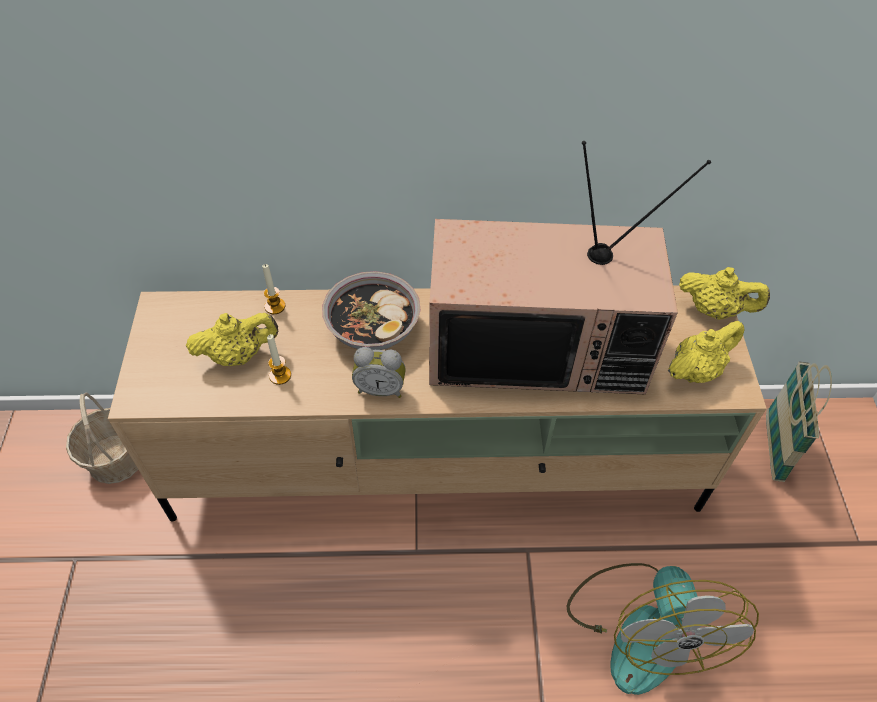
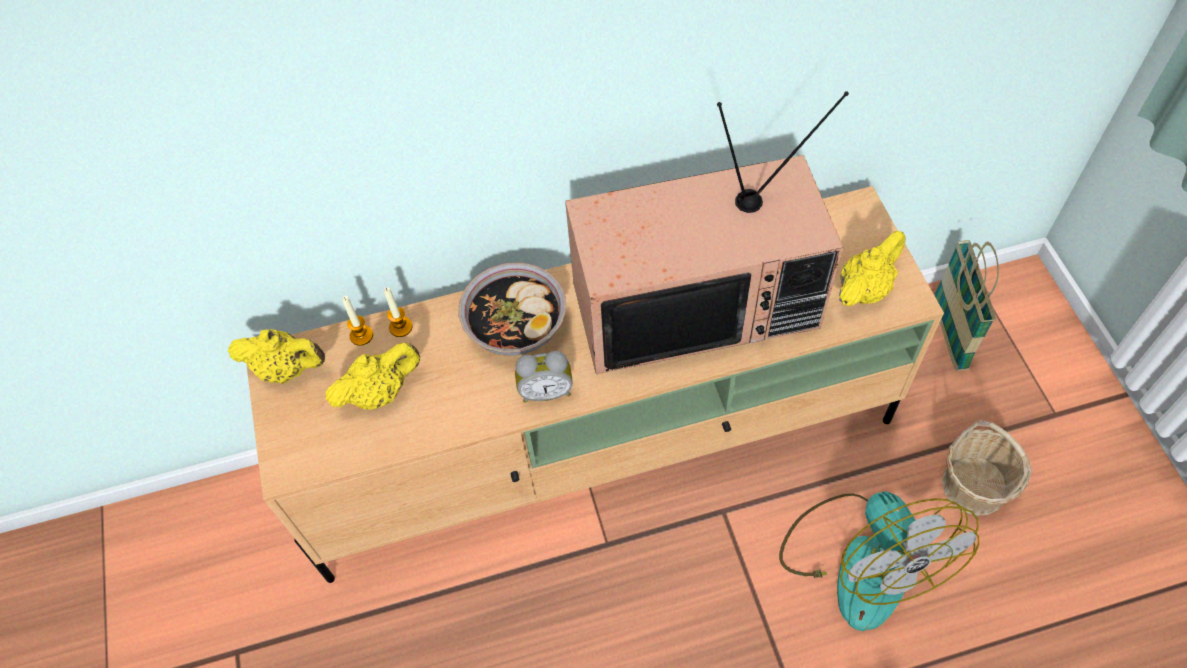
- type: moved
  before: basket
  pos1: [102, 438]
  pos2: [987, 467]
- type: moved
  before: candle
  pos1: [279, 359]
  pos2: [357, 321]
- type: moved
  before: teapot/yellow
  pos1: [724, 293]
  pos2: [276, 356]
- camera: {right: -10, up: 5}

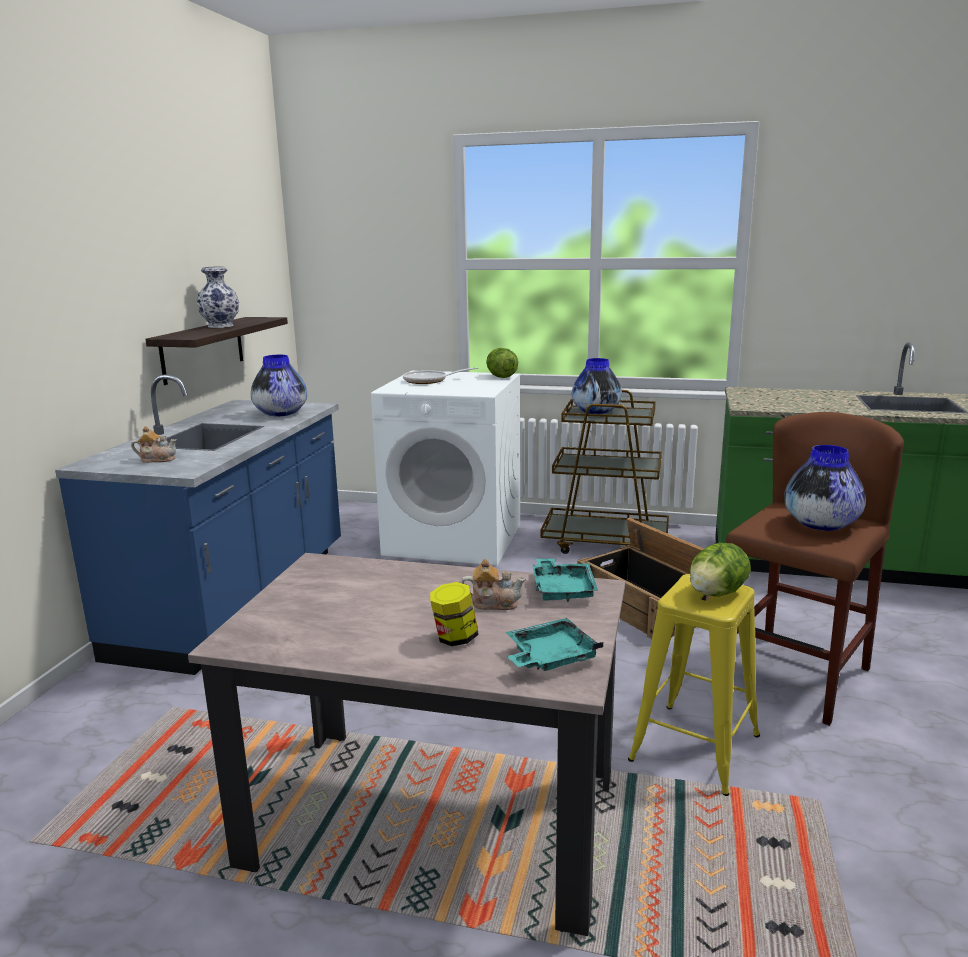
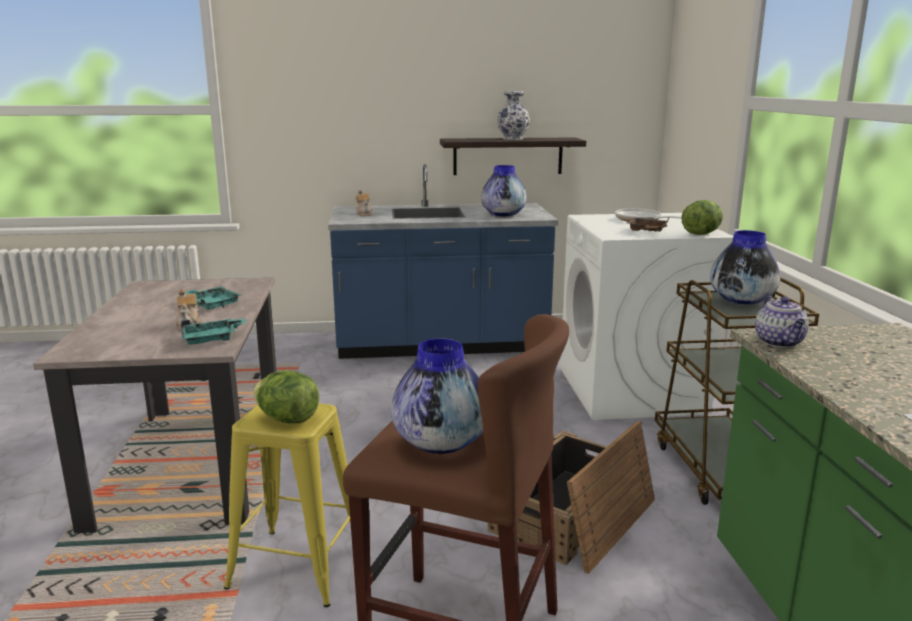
- type: removed
  before: jar
  pos1: [454, 614]
- type: added
  after: tray/brown
  pos2: [648, 225]
- type: added
  after: teapot
  pos2: [782, 322]
- type: moved
  before: tray/turquoise
  pos1: [554, 644]
  pos2: [213, 298]
- camera: {right: 70, up: 0}

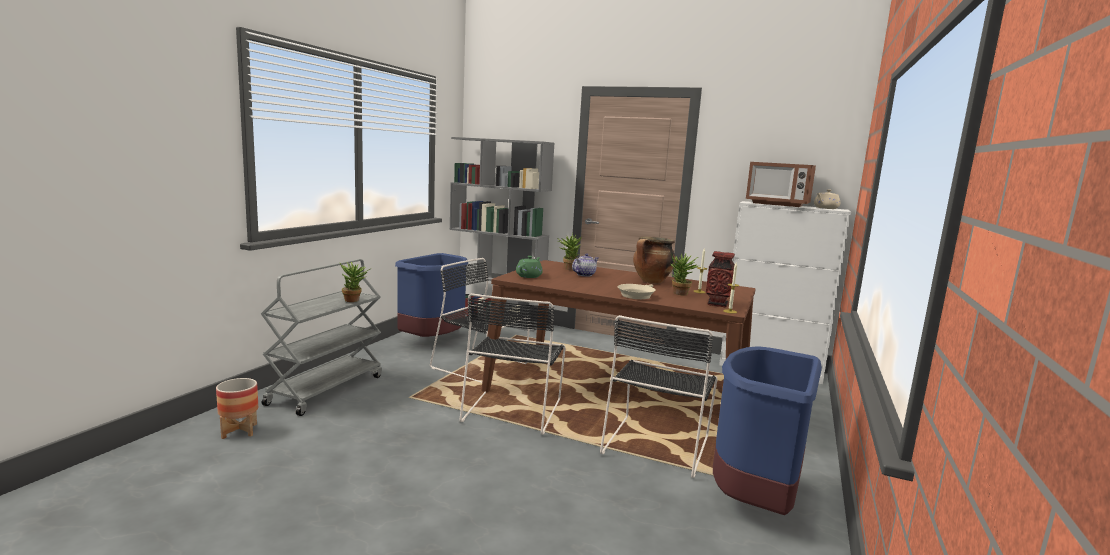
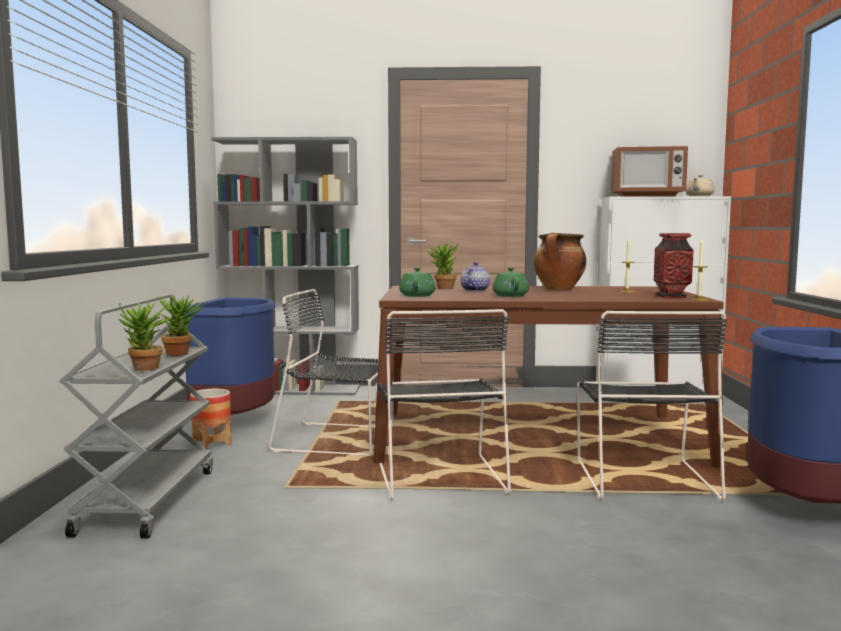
- type: removed
  before: frying pan/beige
  pos1: [637, 291]
- type: added
  after: teapot/green
  pos2: [511, 282]
- type: moved
  before: planter
  pos1: [237, 408]
  pos2: [211, 419]
- type: moved
  before: potted plant
  pos1: [684, 274]
  pos2: [144, 336]
- camera: {right: -20, up: -5}

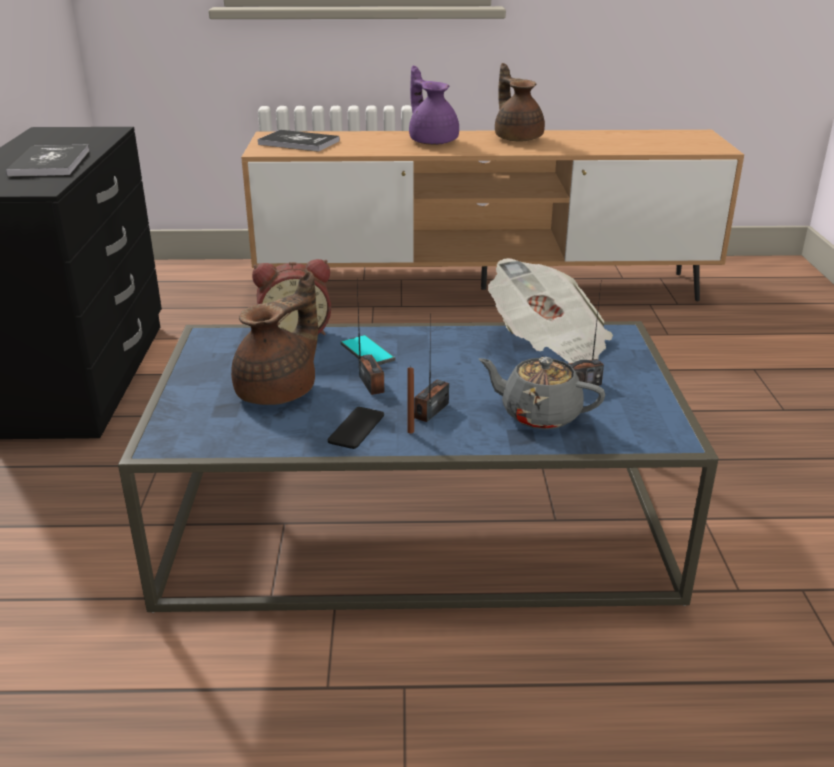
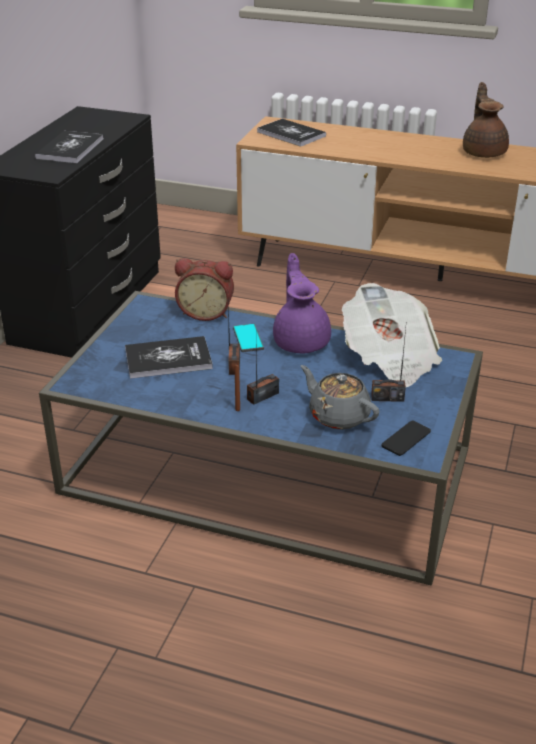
- type: moved
  before: phone
  pos1: [356, 428]
  pos2: [406, 438]
- type: moved
  before: teapot/purple
  pos1: [434, 105]
  pos2: [302, 303]
- type: replaced
  before: teapot/brown
  after: book
  pos1: [274, 338]
  pos2: [169, 357]
- camera: {right: 20, up: 5}

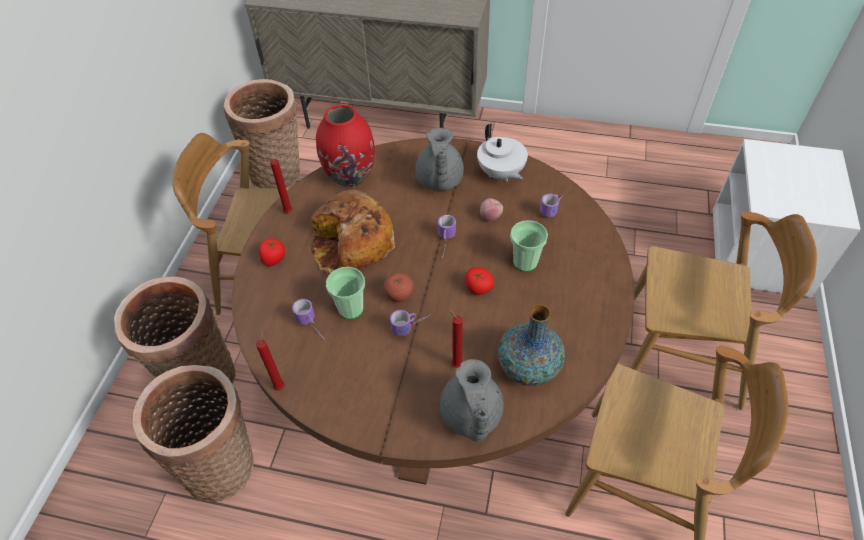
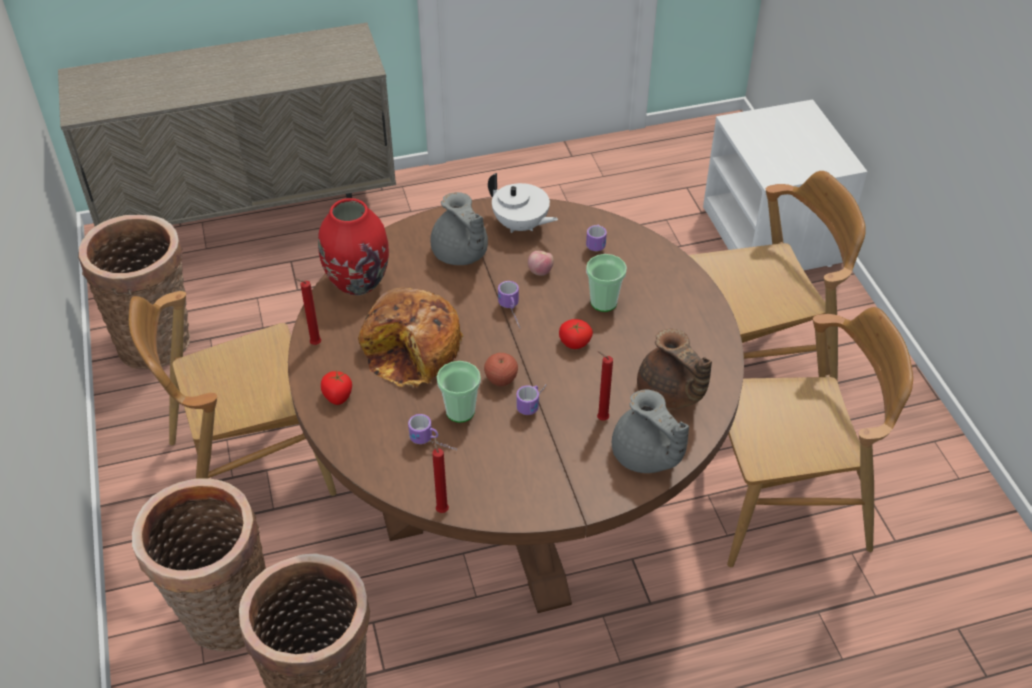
- type: replaced
  before: vase
  after: teapot/brown
  pos1: [531, 345]
  pos2: [674, 369]
- camera: {right: -30, up: -5}

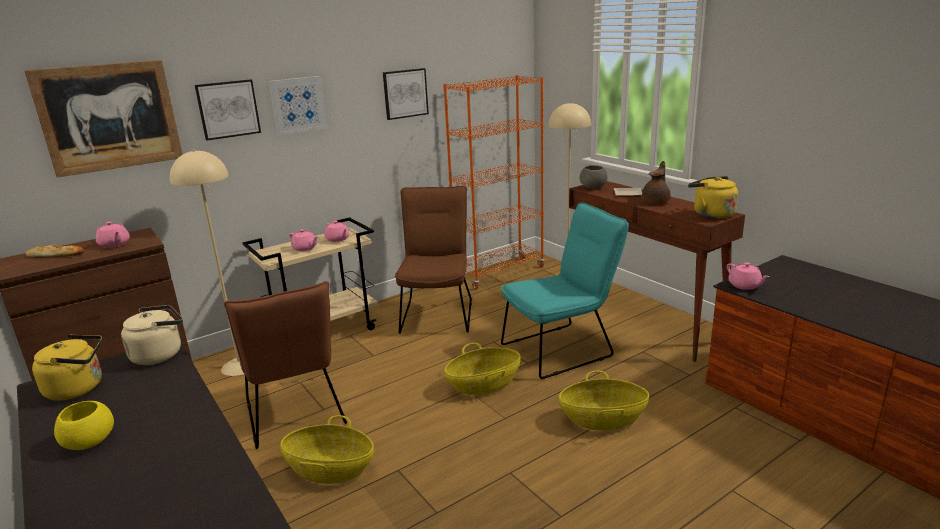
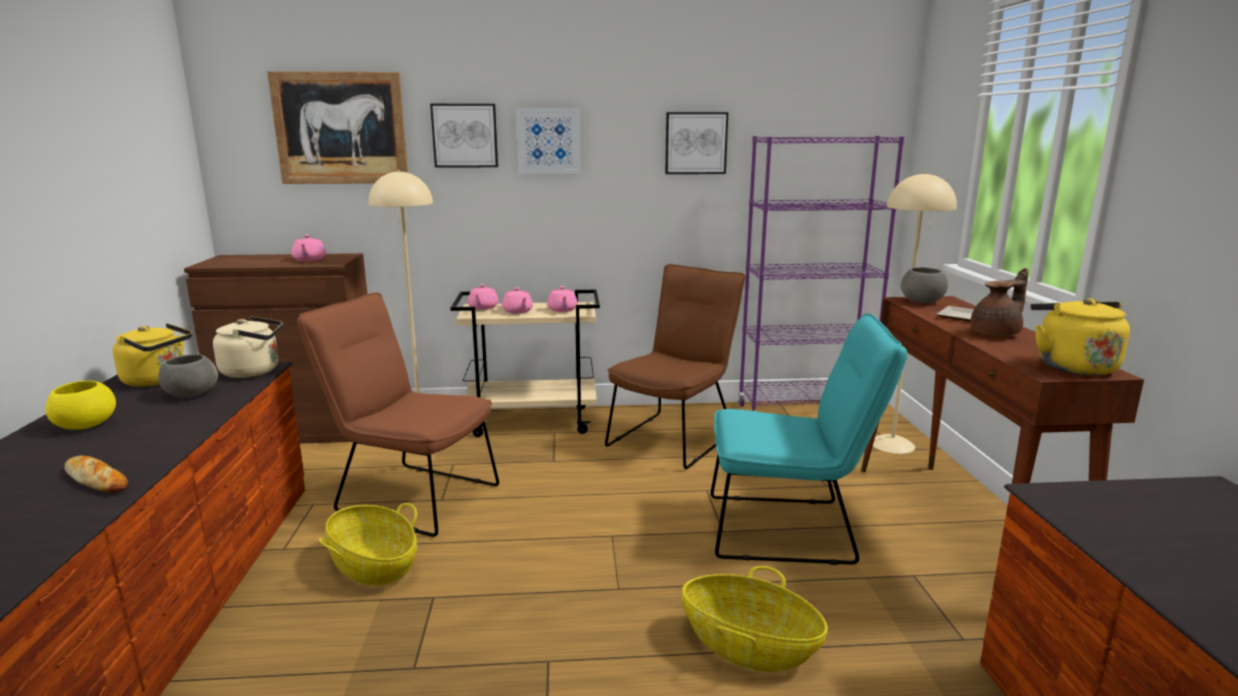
- type: removed
  before: basket
  pos1: [482, 369]
- type: added
  after: bowl/grey
  pos2: [188, 376]
- type: moved
  before: bread
  pos1: [54, 251]
  pos2: [96, 473]
- type: moved
  before: teapot/pink
  pos1: [748, 276]
  pos2: [483, 297]
- type: recoloured
  before: bookcase/orange
  after: bookcase/purple
  pos1: [494, 182]
  pos2: [821, 274]
- type: turned
  before: chair/brown
  pos1: [285, 365]
  pos2: [398, 415]
  turn: 105
- camera: {right: 30, up: -5}

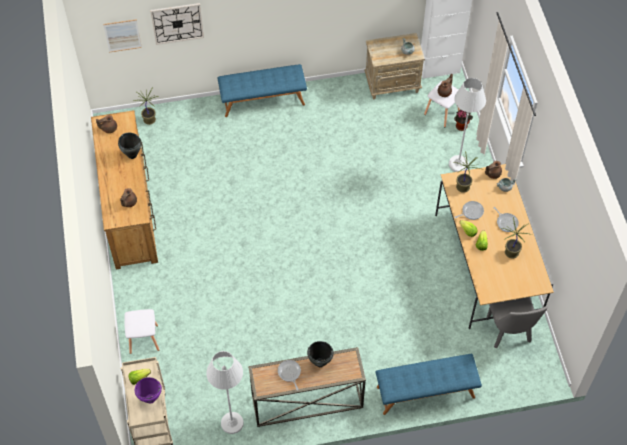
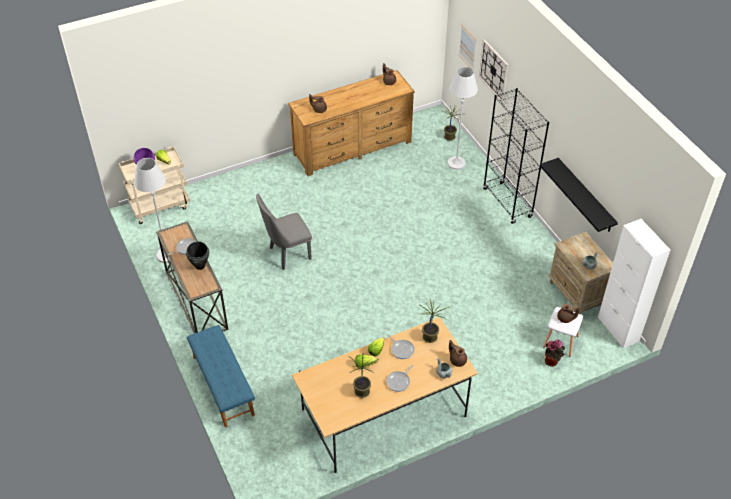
- type: removed
  before: cooking pot/black
  pos1: [130, 146]
- type: removed
  before: stool/white
  pos1: [141, 331]
- type: added
  after: shelf/black
  pos2: [579, 195]
- type: moved
  before: floor lamp/white
  pos1: [467, 125]
  pos2: [463, 118]
- type: moved
  before: chair/grey
  pos1: [517, 323]
  pos2: [284, 232]
- type: replaced
  before: bench/blue
  after: bookcase/black
  pos1: [262, 90]
  pos2: [516, 156]
- camera: {right: 75, up: -10}

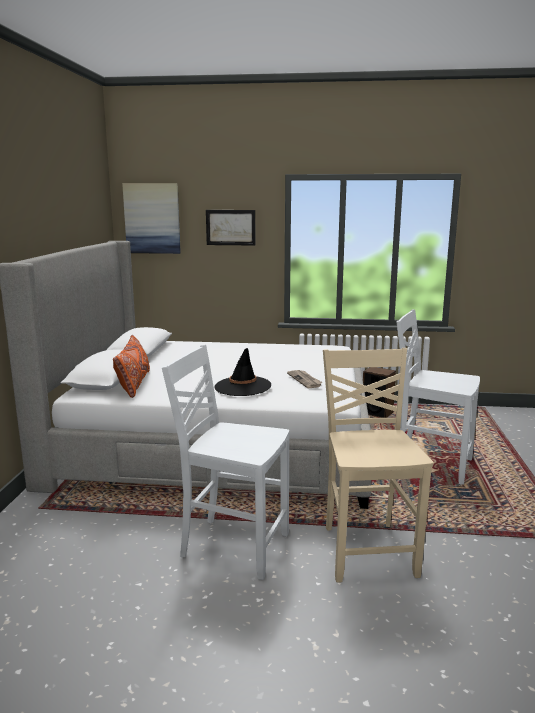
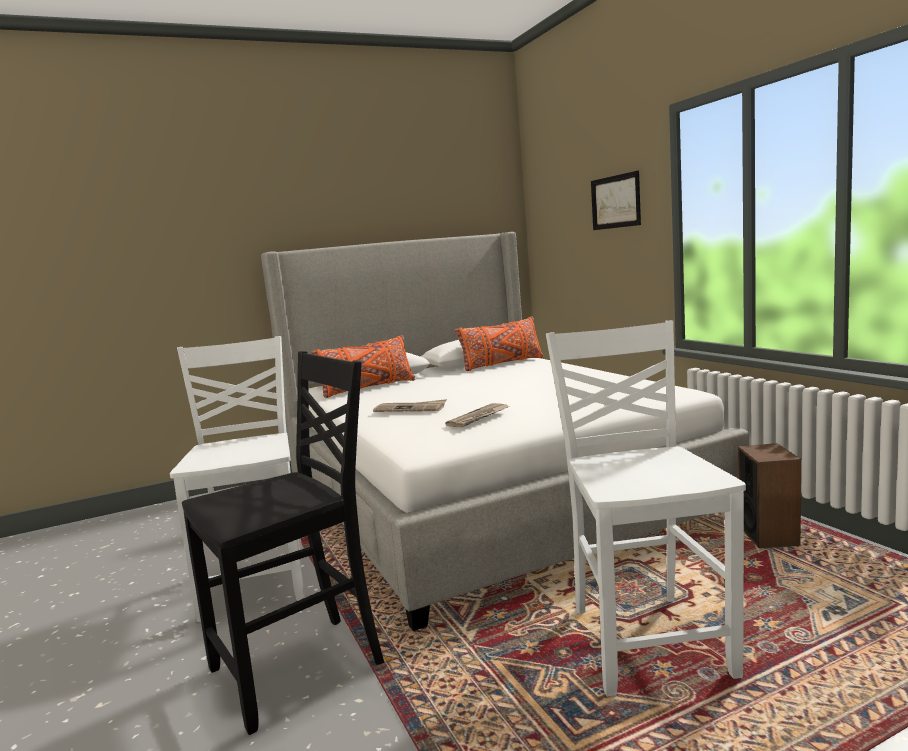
- type: removed
  before: picture
  pos1: [151, 218]
- type: added
  after: pillow/orange
  pos2: [499, 343]
- type: replaced
  before: hat/black
  after: newspaper
  pos1: [242, 372]
  pos2: [410, 405]
- type: recoloured
  before: chair/beige
  after: chair/black
  pos1: [378, 465]
  pos2: [283, 543]
- camera: {right: 60, up: -5}

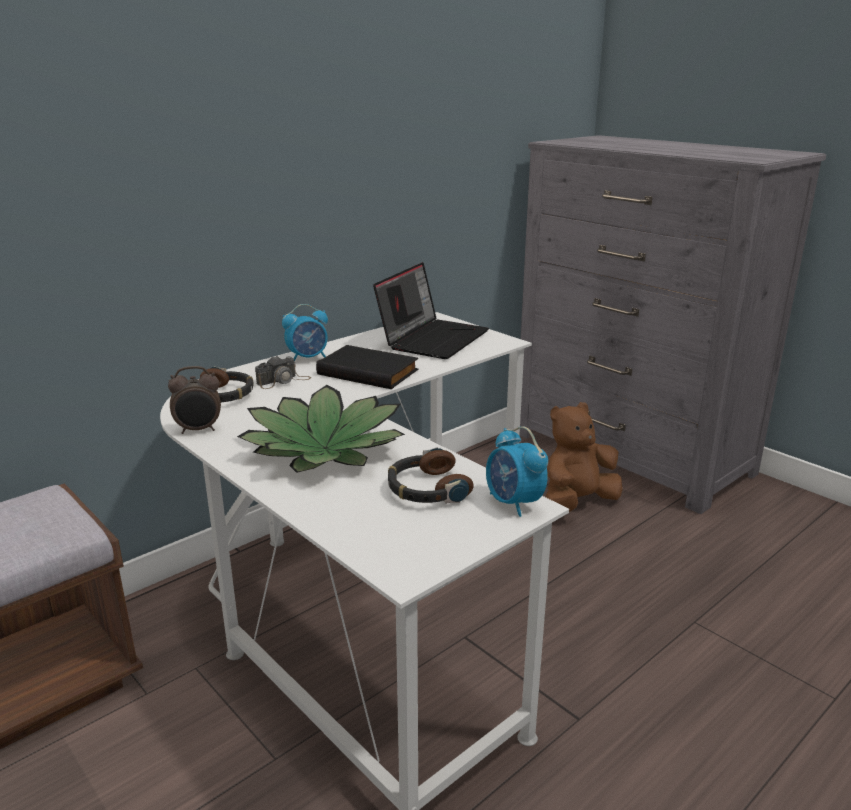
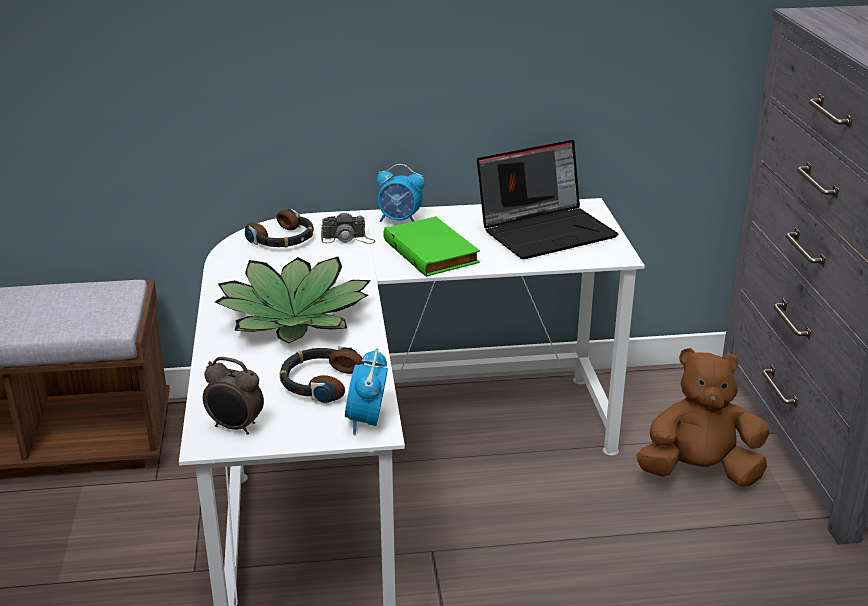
- type: moved
  before: alarm clock
  pos1: [194, 400]
  pos2: [233, 396]
- type: recoloured
  before: book/black
  after: book/green
  pos1: [367, 367]
  pos2: [431, 246]
- camera: {right: 35, up: 5}

